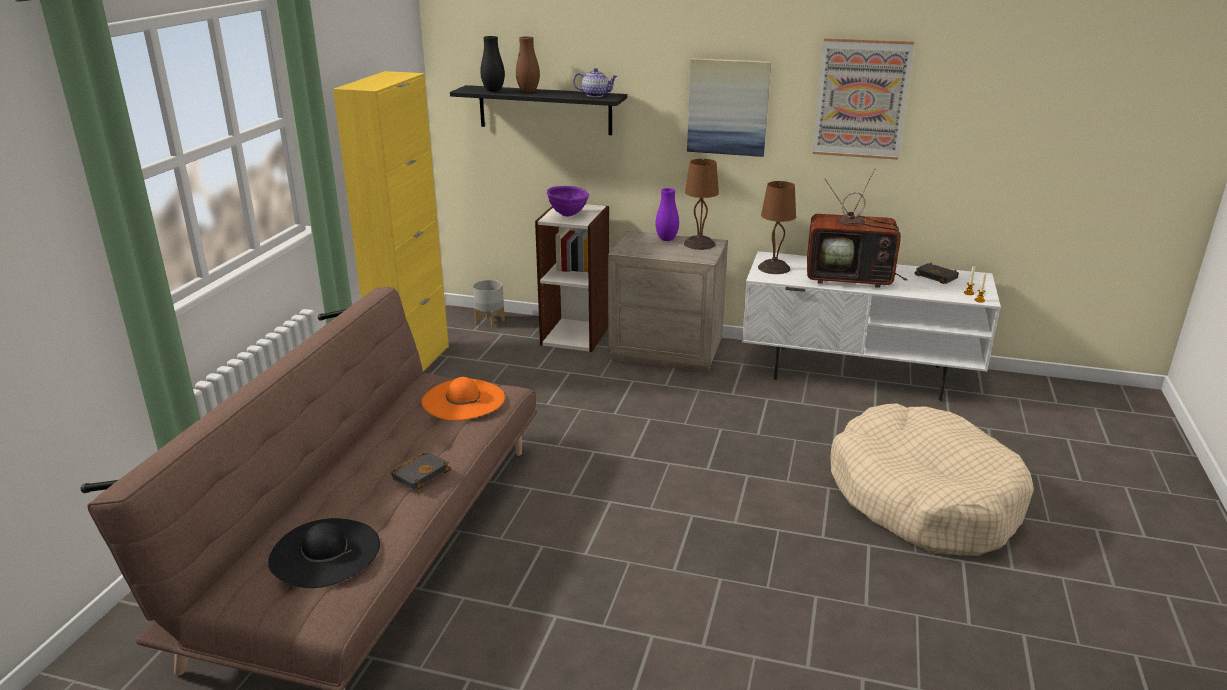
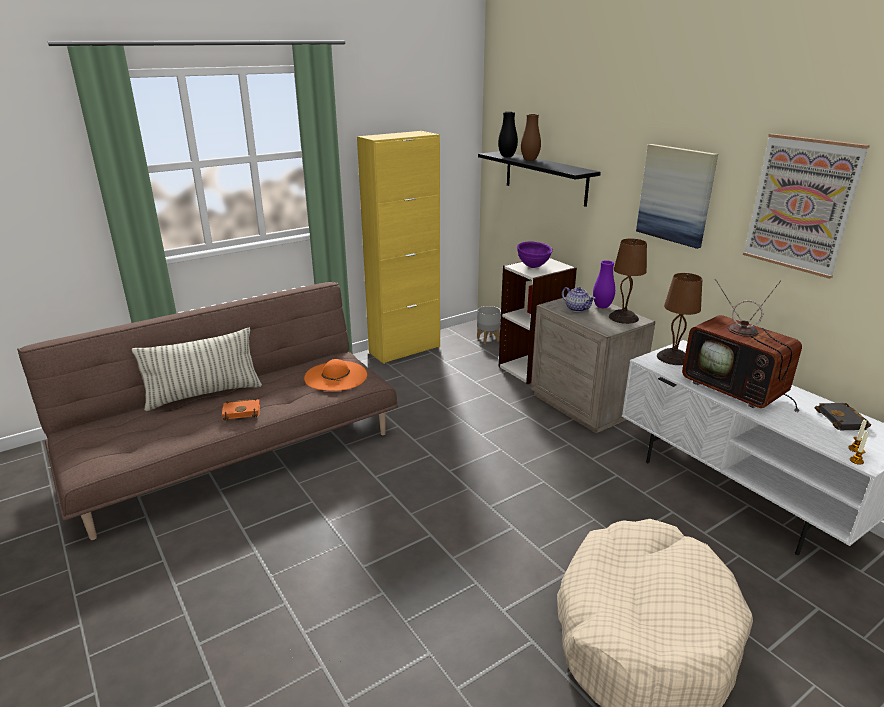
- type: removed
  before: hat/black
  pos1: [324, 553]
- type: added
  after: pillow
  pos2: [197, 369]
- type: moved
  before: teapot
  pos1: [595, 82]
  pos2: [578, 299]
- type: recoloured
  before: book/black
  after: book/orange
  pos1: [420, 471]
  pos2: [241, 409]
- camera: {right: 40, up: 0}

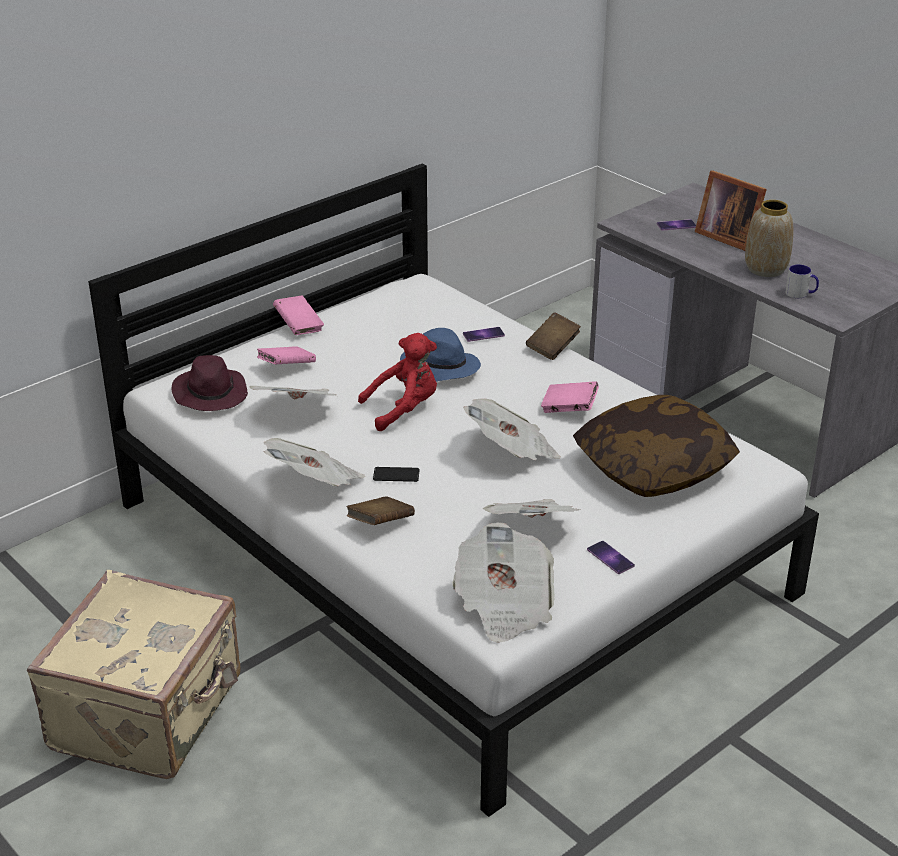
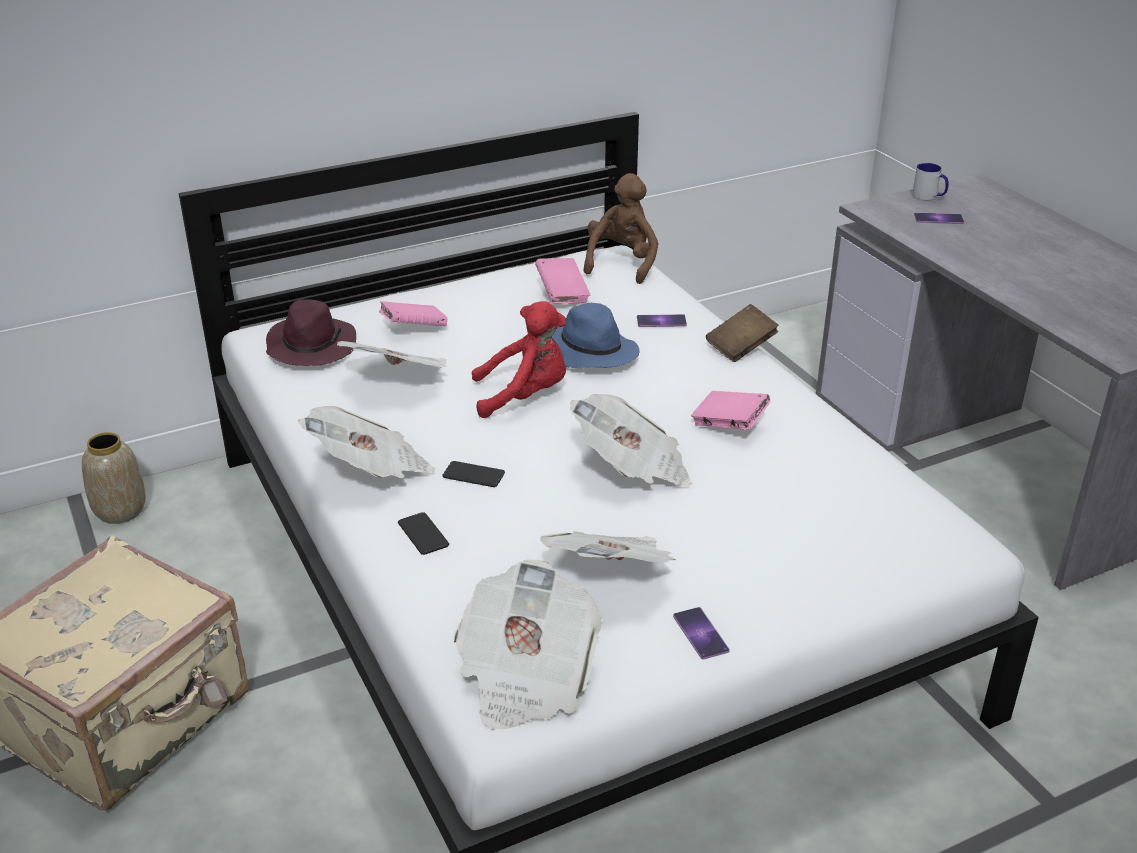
- type: removed
  before: pillow
  pos1: [656, 446]
- type: removed
  before: picture frame
  pos1: [731, 211]
- type: added
  after: plush toy/brown
  pos2: [621, 228]
- type: moved
  before: book/pink
  pos1: [298, 315]
  pos2: [562, 280]
- type: moved
  before: vase
  pos1: [769, 238]
  pos2: [114, 478]
- type: moved
  before: mug
  pos1: [802, 281]
  pos2: [930, 181]
- type: replaced
  before: book/brown
  after: phone
  pos1: [380, 510]
  pos2: [423, 533]
- camera: {right: 15, up: 0}

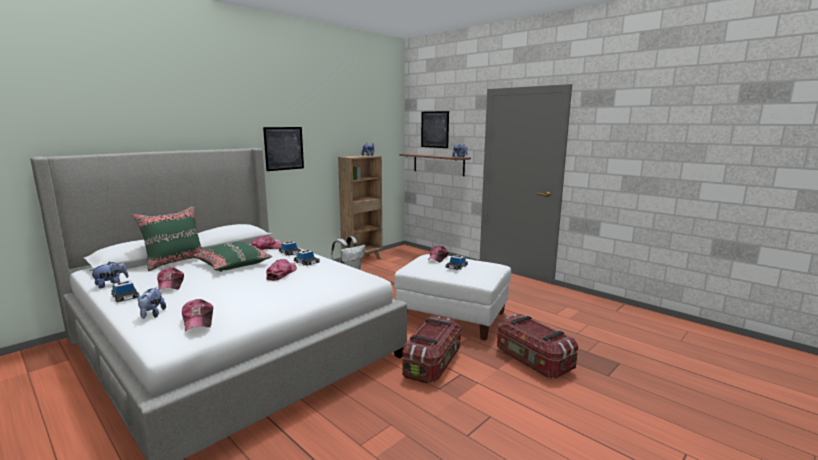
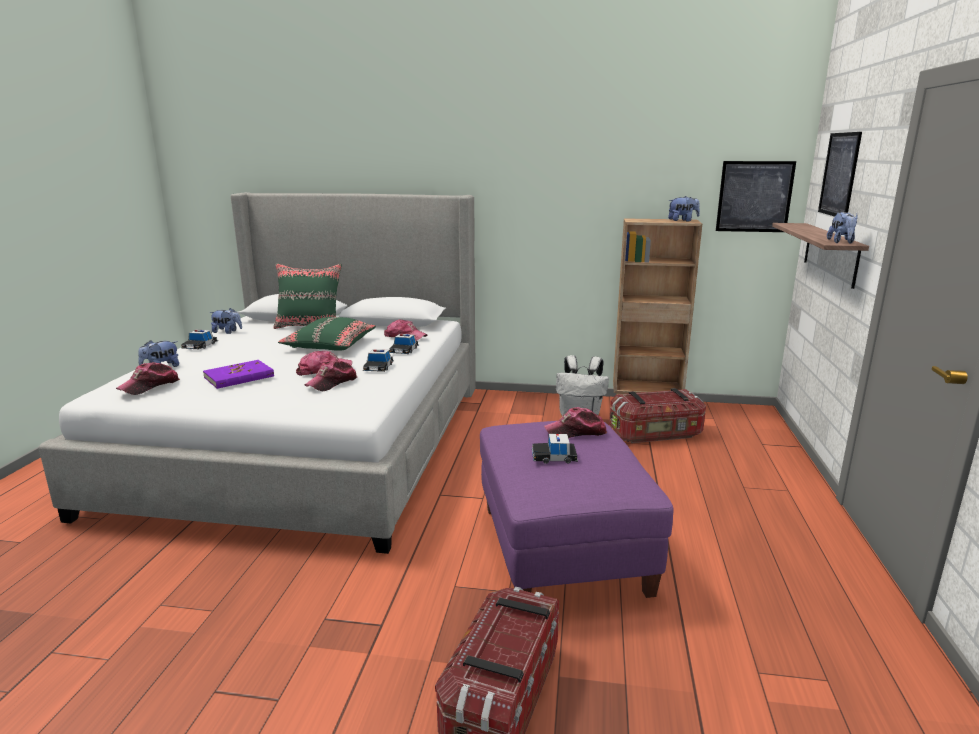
- type: added
  after: book/purple
  pos2: [238, 374]
- type: moved
  before: cap
  pos1: [170, 278]
  pos2: [331, 375]
- type: moved
  before: picture
  pos1: [283, 149]
  pos2: [756, 196]
- type: moved
  before: storage box
  pos1: [432, 349]
  pos2: [657, 415]
- type: recoloured
  before: ottoman/white
  after: ottoman/purple
  pos1: [452, 297]
  pos2: [577, 509]
- camera: {right: 55, up: 5}

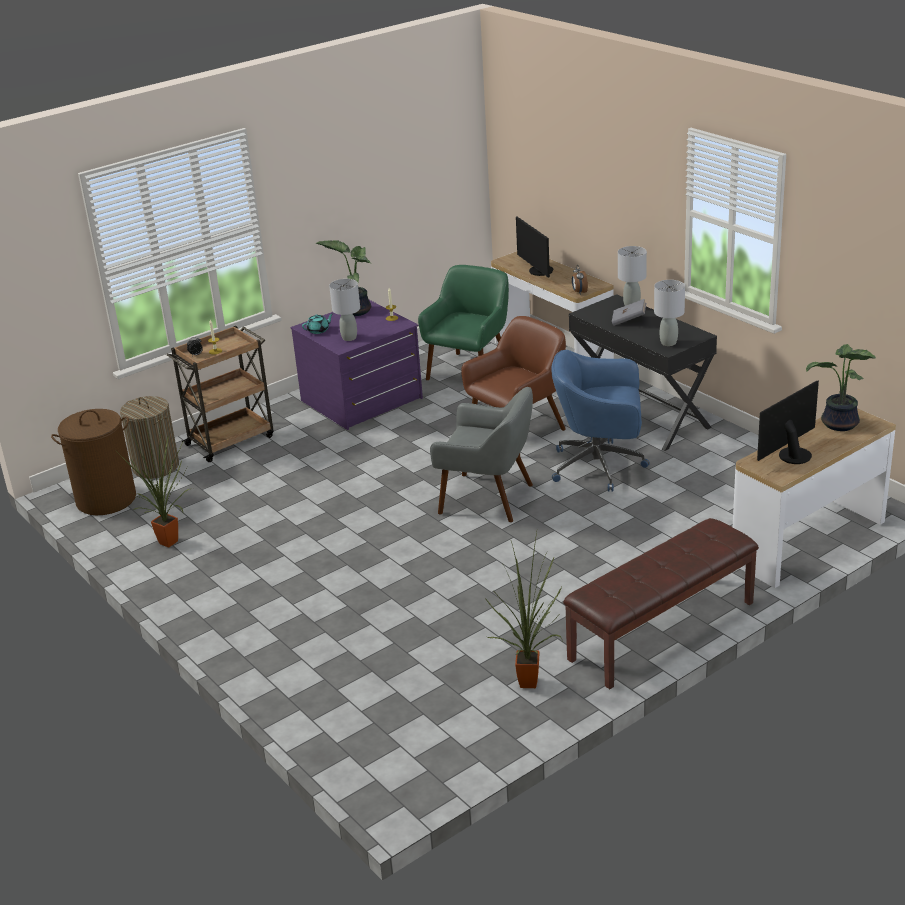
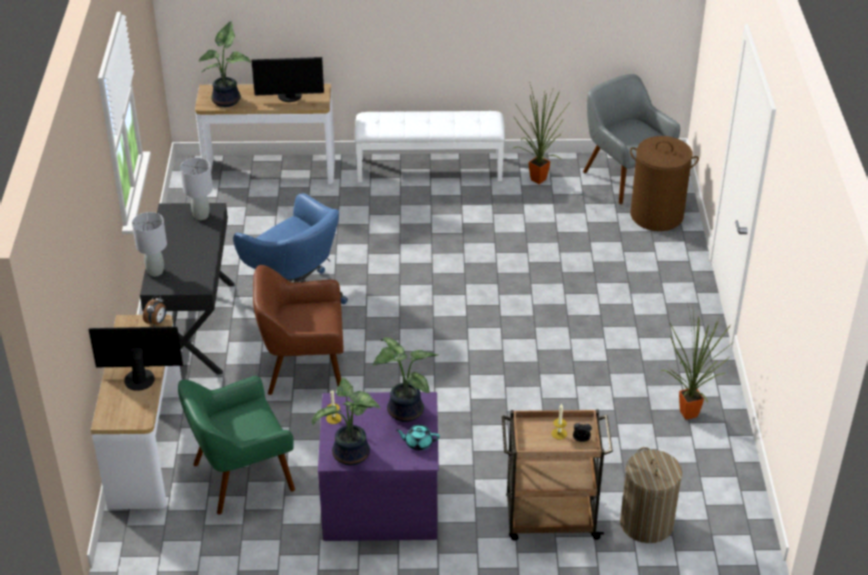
- type: removed
  before: book/grey
  pos1: [629, 312]
- type: moved
  before: laundry basket/brown
  pos1: [93, 462]
  pos2: [664, 183]
- type: moved
  before: armchair/grey
  pos1: [481, 455]
  pos2: [631, 139]
- type: replaced
  before: table lamp/grey
  after: potted plant
  pos1: [344, 310]
  pos2: [405, 379]
- type: recoloured
  before: bench/brown
  after: bench/white
  pos1: [661, 603]
  pos2: [430, 146]
- type: turned
  before: monitor
  pos1: [534, 247]
  pos2: [135, 358]
  turn: -105
- camera: {right: -145, up: 10}

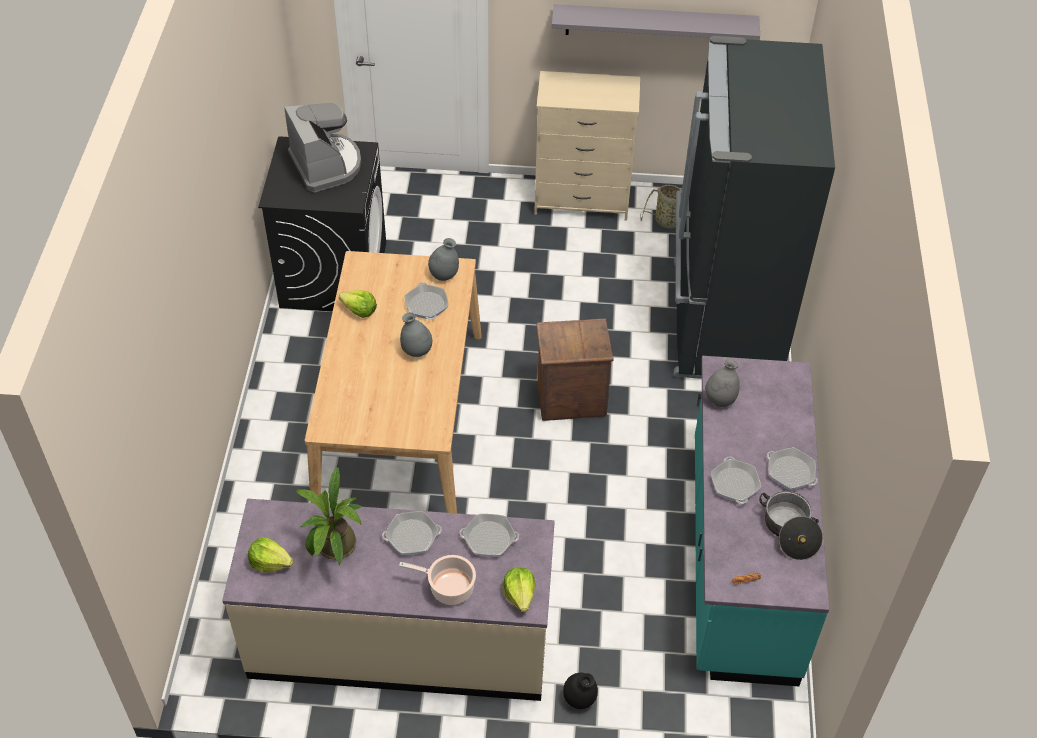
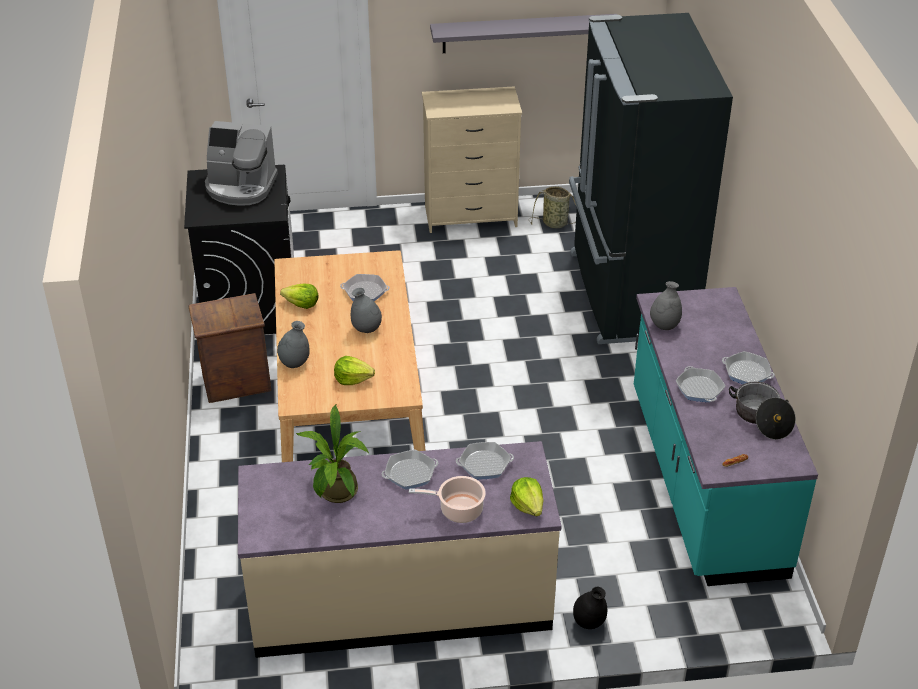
- type: moved
  before: lettuce
  pos1: [270, 554]
  pos2: [354, 370]
- type: moved
  before: vase/grey
  pos1: [443, 259]
  pos2: [293, 344]
- type: moved
  before: crate
  pos1: [575, 370]
  pos2: [229, 348]
- type: turned
  before: coffee machine
  pos1: [322, 147]
  pos2: [241, 163]
  turn: 135
- type: turned
  before: frying pan
  pos1: [427, 301]
  pos2: [365, 287]
  turn: 120
- camera: {right: -10, up: -10}

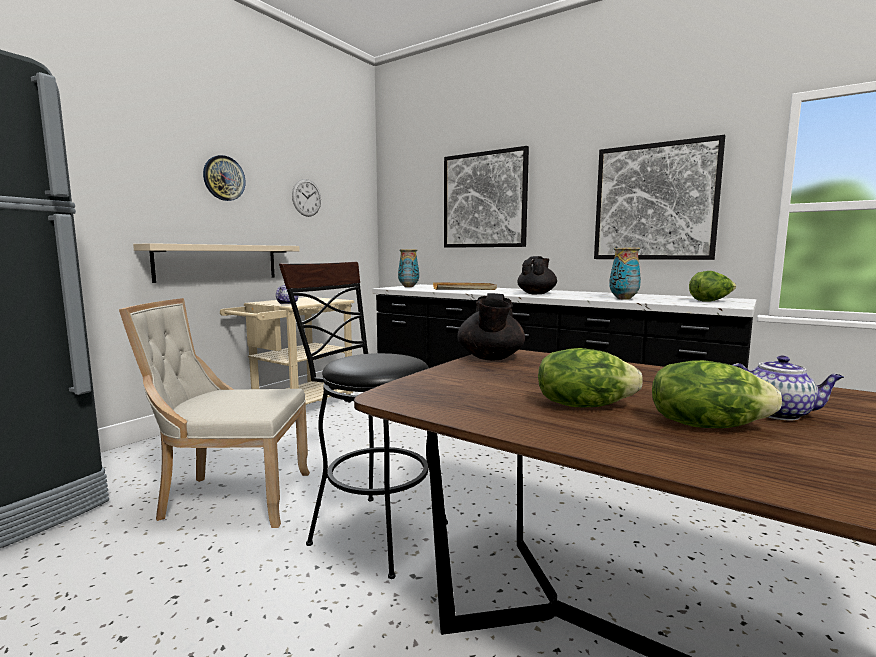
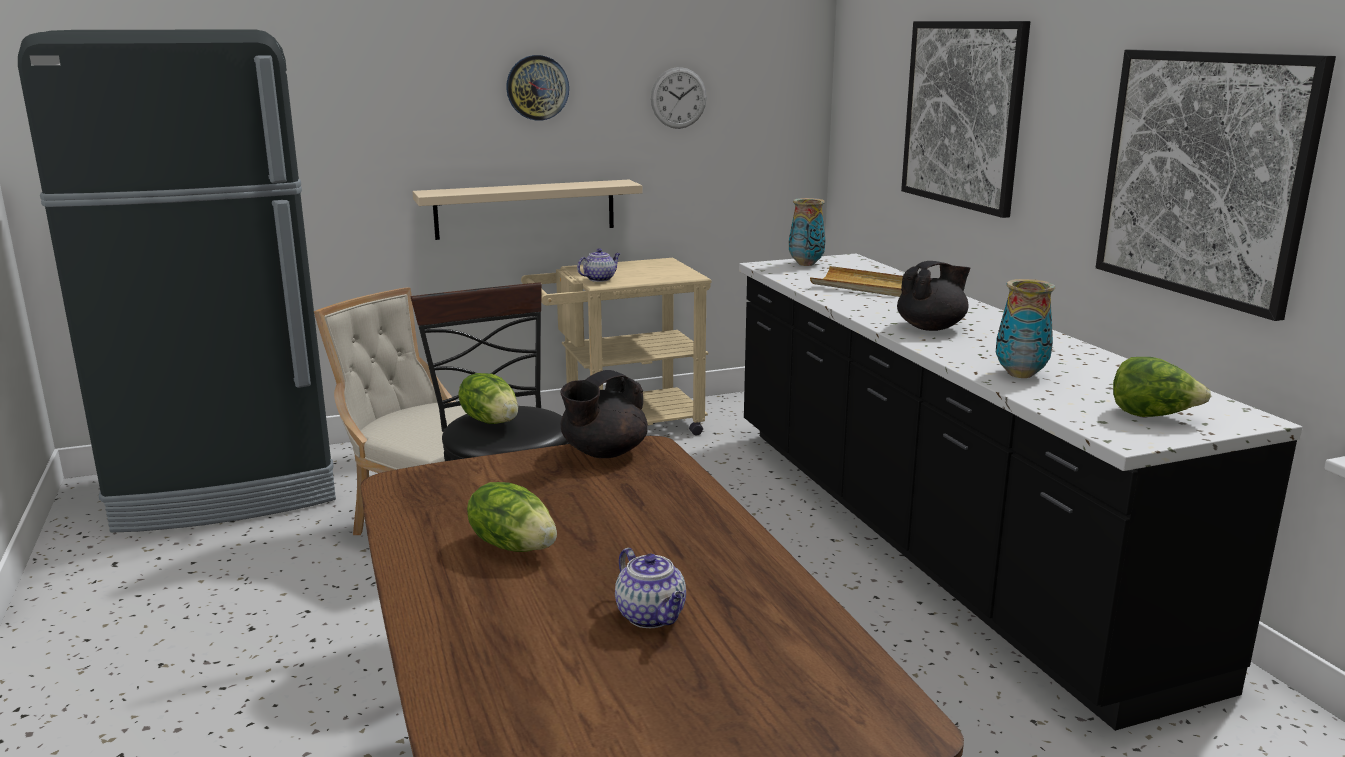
- type: moved
  before: lettuce
  pos1: [717, 394]
  pos2: [488, 398]
- camera: {right: 35, up: 10}

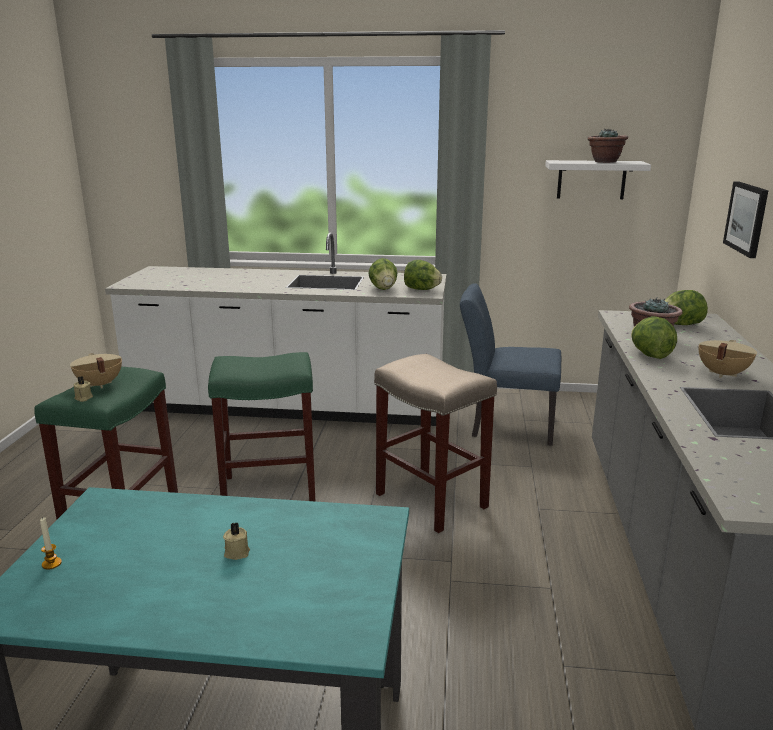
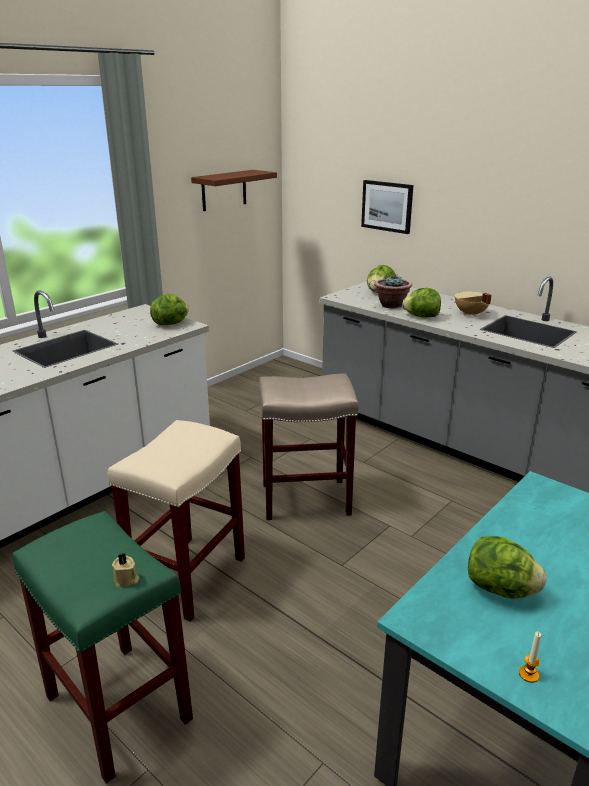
- type: removed
  before: cooking pot/beige
  pos1: [96, 370]
- type: removed
  before: candle/beige
  pos1: [236, 541]
- type: removed
  before: chair/blue
  pos1: [510, 364]
- type: removed
  before: potted plant
  pos1: [607, 145]
- type: moved
  before: lettuce
  pos1: [383, 274]
  pos2: [507, 567]
- type: recoloured
  before: stool/green
  after: stool/beige
  pos1: [261, 426]
  pos2: [176, 521]
- type: recoloured
  before: shelf/white
  after: shelf/brown
  pos1: [598, 179]
  pos2: [234, 190]
- camera: {right: -55, up: 5}

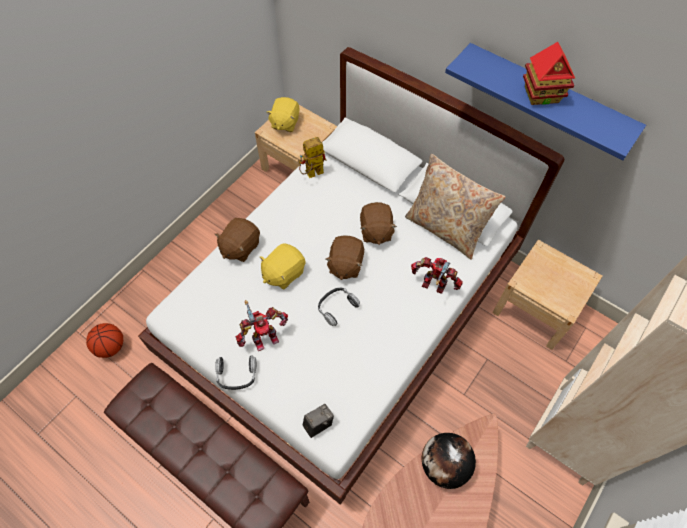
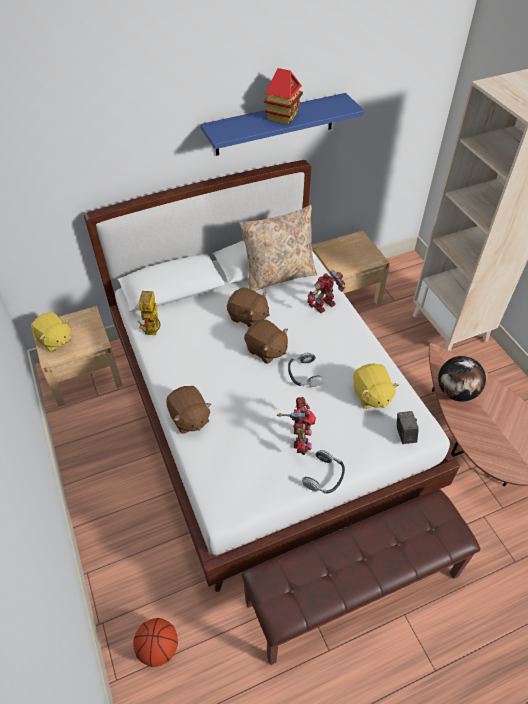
- type: moved
  before: plush toy/yellow
  pos1: [283, 266]
  pos2: [376, 386]
- camera: {right: -60, up: -10}

